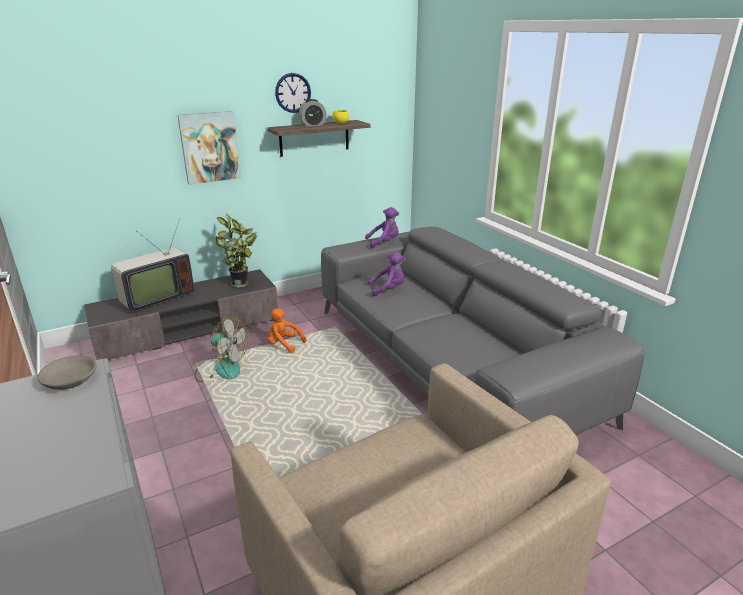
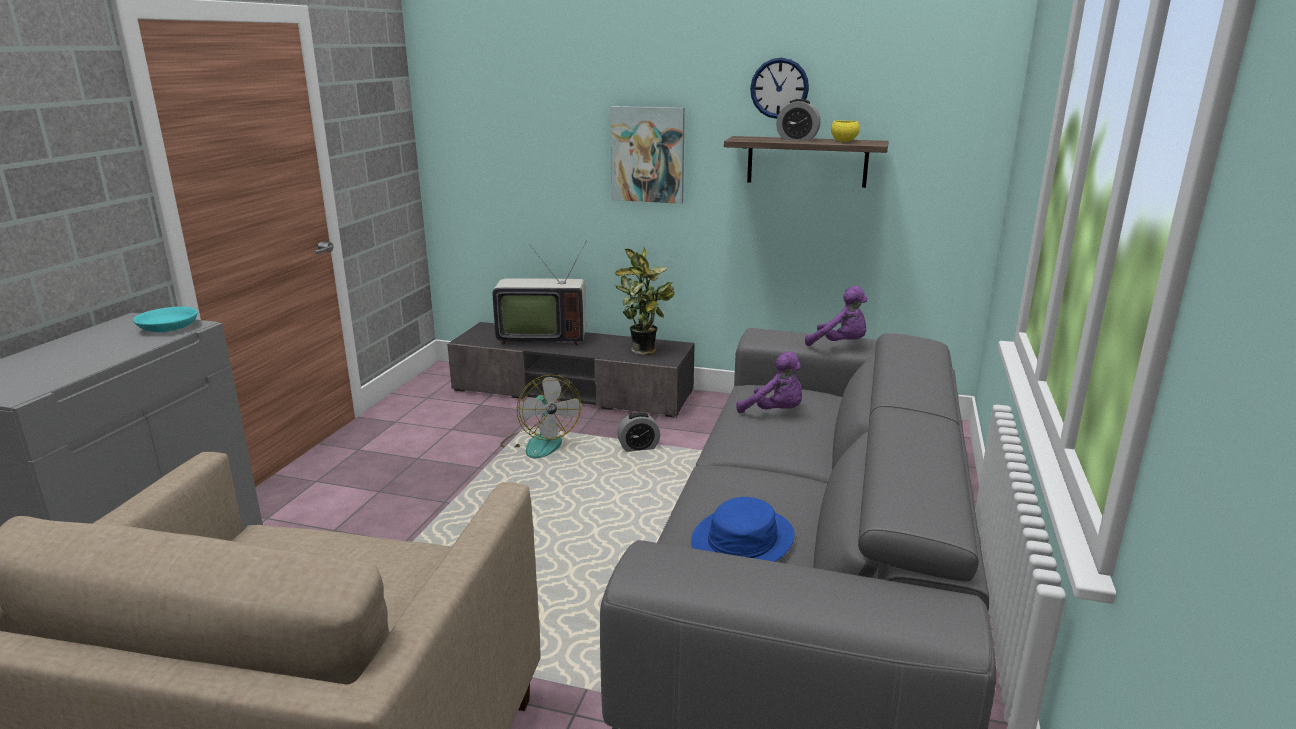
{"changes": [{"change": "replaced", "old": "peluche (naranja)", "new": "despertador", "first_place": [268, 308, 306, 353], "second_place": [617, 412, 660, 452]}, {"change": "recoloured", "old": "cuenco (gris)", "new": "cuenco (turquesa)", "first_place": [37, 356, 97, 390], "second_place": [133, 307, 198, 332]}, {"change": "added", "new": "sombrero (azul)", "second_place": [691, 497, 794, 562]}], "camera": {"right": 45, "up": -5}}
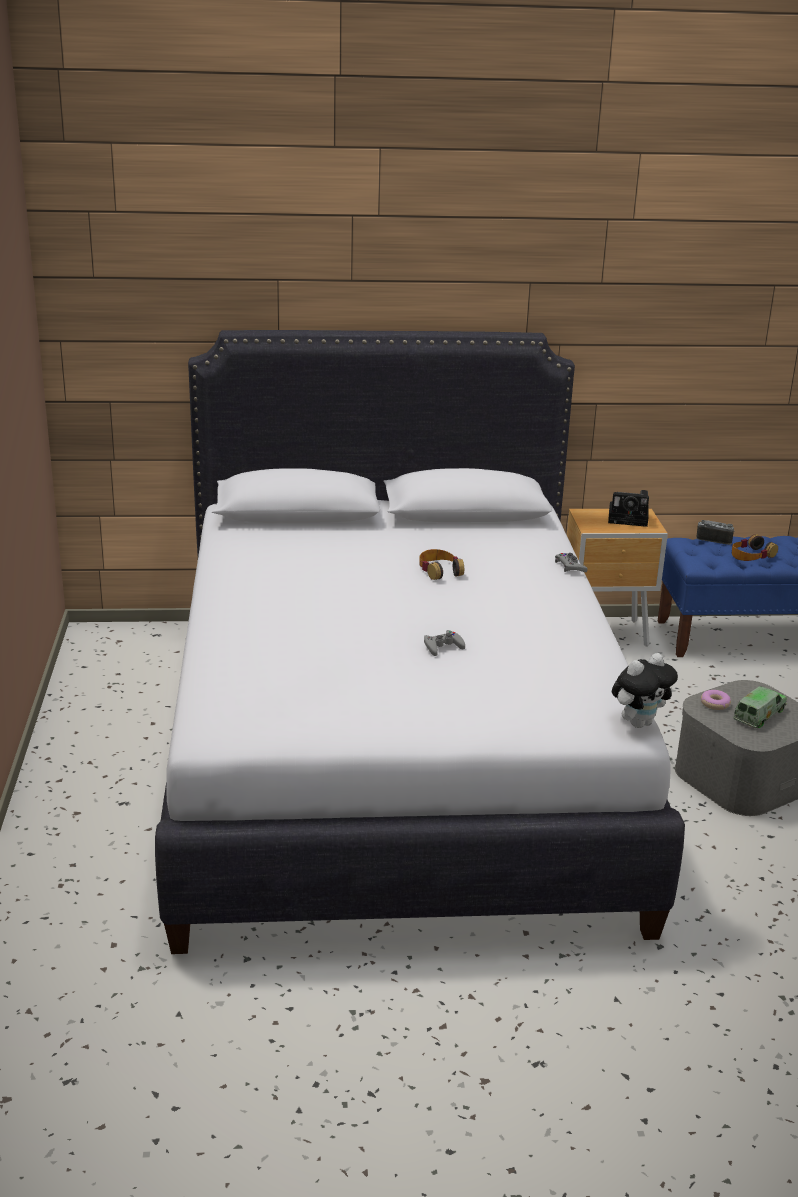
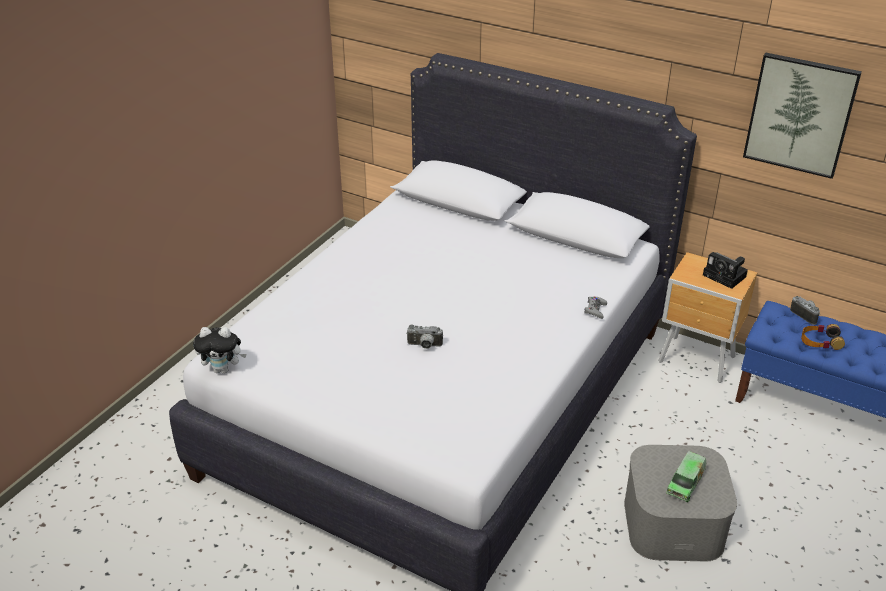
{"changes": [{"change": "removed", "old": "auriculares", "first_place": [419, 549, 464, 580]}, {"change": "replaced", "old": "mando de consola (gris)", "new": "cámara", "first_place": [424, 630, 465, 656], "second_place": [406, 325, 443, 349]}, {"change": "moved", "old": "peluche", "first_place": [612, 653, 678, 728], "second_place": [193, 327, 247, 374]}, {"change": "turned", "old": "camión de juguete", "first_place": [733, 686, 787, 728], "second_place": [666, 451, 706, 502], "degrees": 135}, {"change": "removed", "old": "rosquilla", "first_place": [701, 690, 731, 710]}, {"change": "added", "new": "cuadro", "second_place": [743, 53, 862, 179]}], "camera": {"right": 35, "up": 10}}
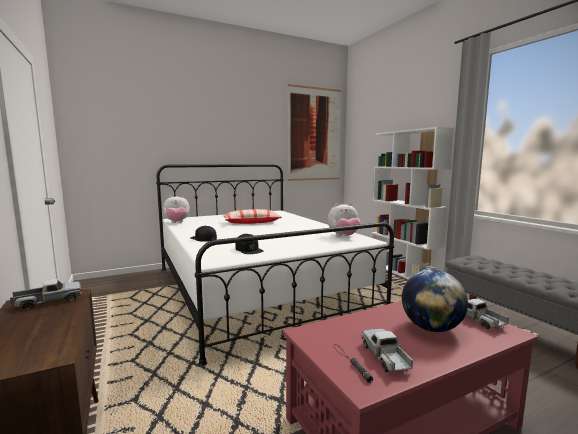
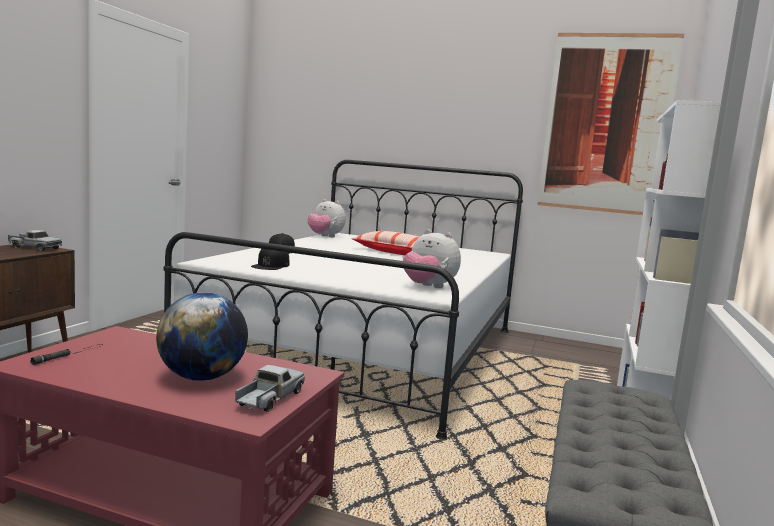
{"changes": [{"change": "removed", "old": "camión de juguete", "first_place": [361, 329, 413, 374]}], "camera": {"right": 45, "up": 0}}
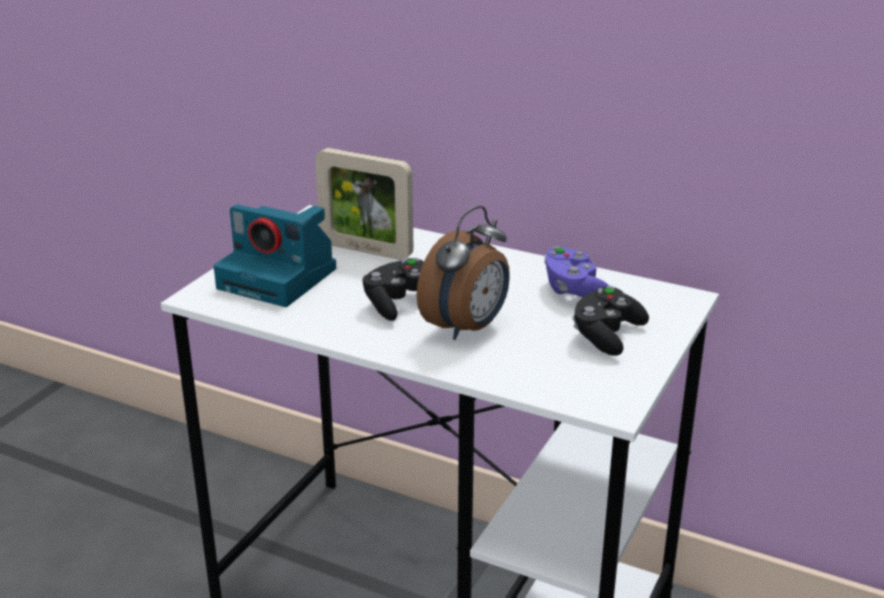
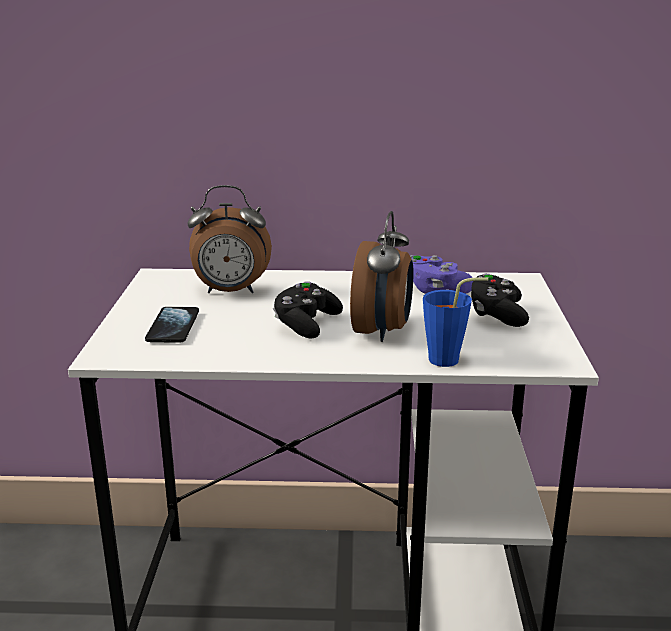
{"changes": [{"change": "replaced", "old": "portarretratos", "new": "despertador", "first_place": [315, 148, 413, 260], "second_place": [188, 185, 272, 293]}, {"change": "replaced", "old": "cámara", "new": "móvil", "first_place": [213, 204, 336, 307], "second_place": [145, 307, 199, 343]}, {"change": "added", "new": "taza (azul)", "second_place": [423, 277, 488, 367]}], "camera": {"right": -25, "up": -5}}
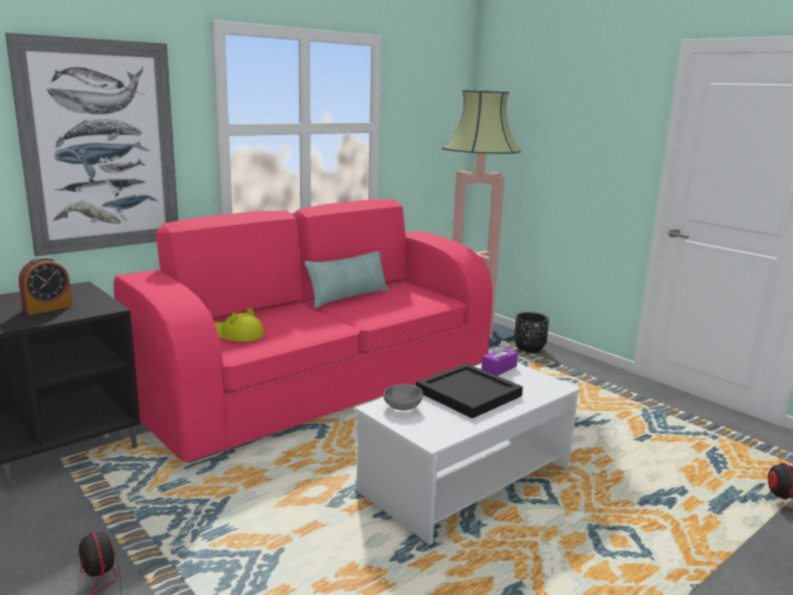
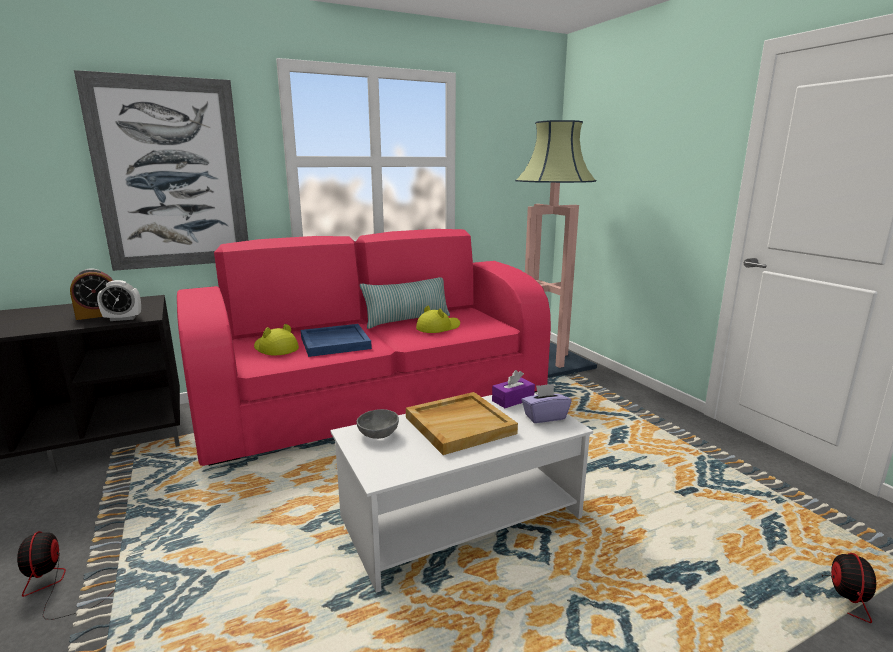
{"changes": [{"change": "removed", "old": "maceta (negro)", "first_place": [514, 312, 549, 353]}, {"change": "recoloured", "old": "bandeja (negro)", "new": "bandeja (beis)", "first_place": [416, 363, 523, 418], "second_place": [406, 392, 518, 455]}, {"change": "added", "new": "despertador", "second_place": [97, 280, 141, 321]}, {"change": "added", "new": "sombrero (amarillo)", "second_place": [416, 306, 460, 333]}, {"change": "added", "new": "bandeja (azul)", "second_place": [301, 324, 372, 357]}, {"change": "added", "new": "caja de pañuelos (morado)", "second_place": [522, 384, 572, 423]}], "camera": {"right": 15, "up": 0}}
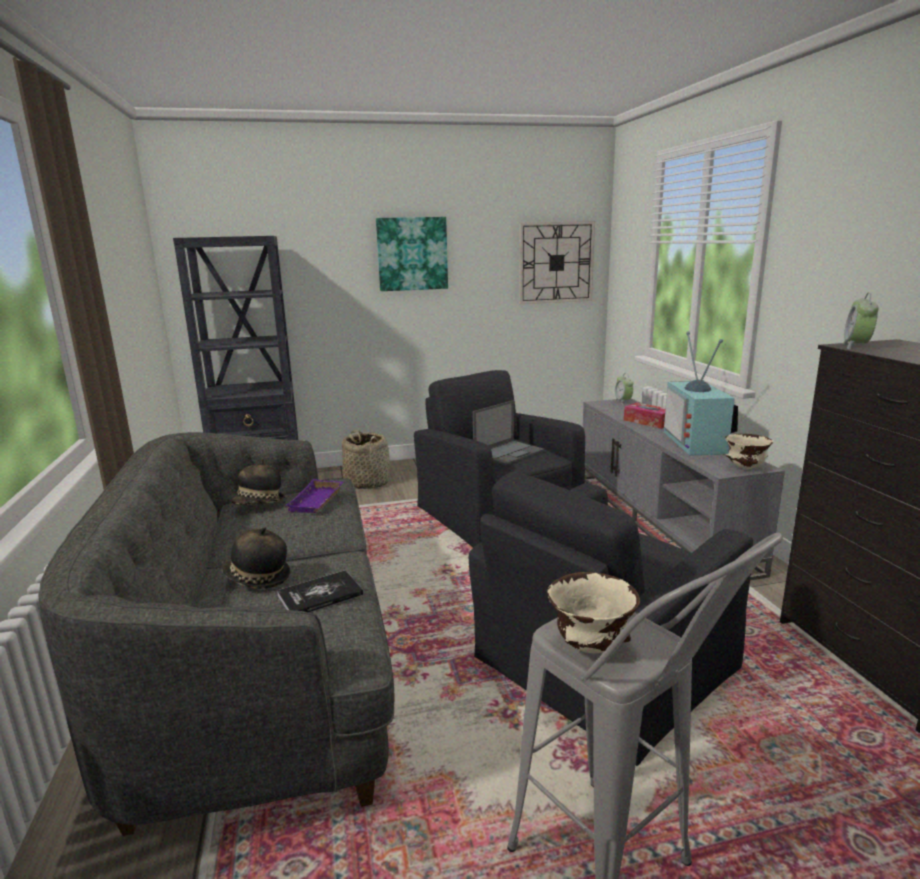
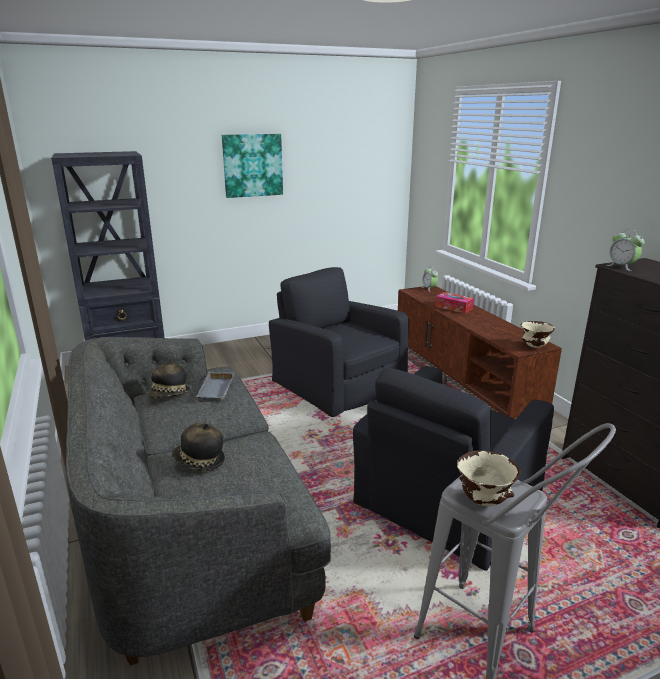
{"changes": [{"change": "removed", "old": "reloj de pared", "first_place": [519, 221, 595, 304]}, {"change": "turned", "old": "despertador", "first_place": [842, 293, 879, 349], "second_place": [607, 229, 645, 271], "degrees": -45}, {"change": "removed", "old": "televisor", "first_place": [664, 331, 738, 455]}, {"change": "recoloured", "old": "mueble de televisión (gris)", "new": "mueble de televisión (marrón)", "first_place": [583, 398, 785, 580], "second_place": [398, 286, 562, 419]}, {"change": "removed", "old": "portátil", "first_place": [473, 400, 545, 465]}, {"change": "removed", "old": "cesta", "first_place": [342, 430, 390, 489]}, {"change": "recoloured", "old": "bandeja (morado)", "new": "bandeja (gris)", "first_place": [286, 479, 344, 513], "second_place": [196, 371, 235, 402]}, {"change": "removed", "old": "libro", "first_place": [277, 570, 363, 612]}], "camera": {"right": -10, "up": 5}}
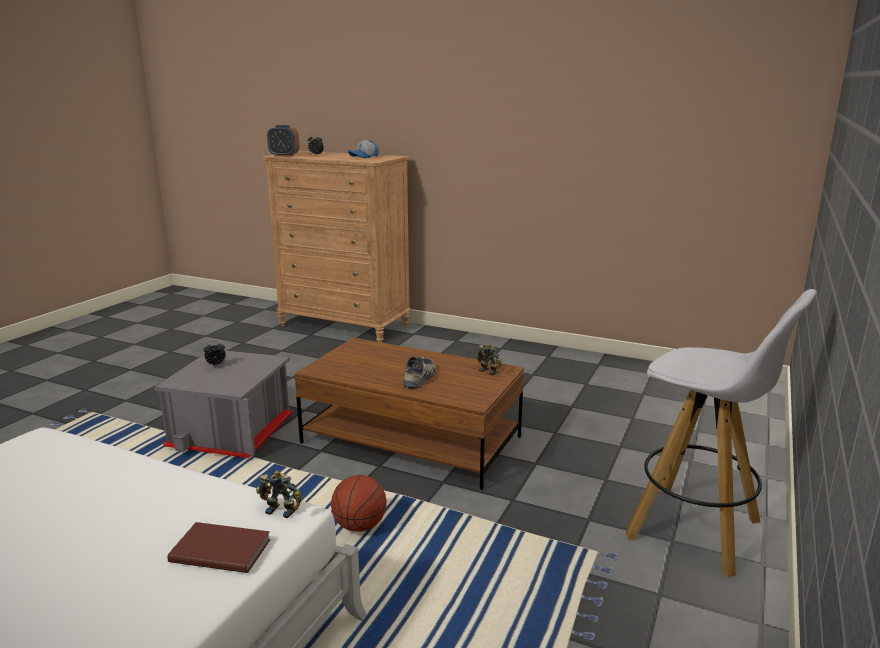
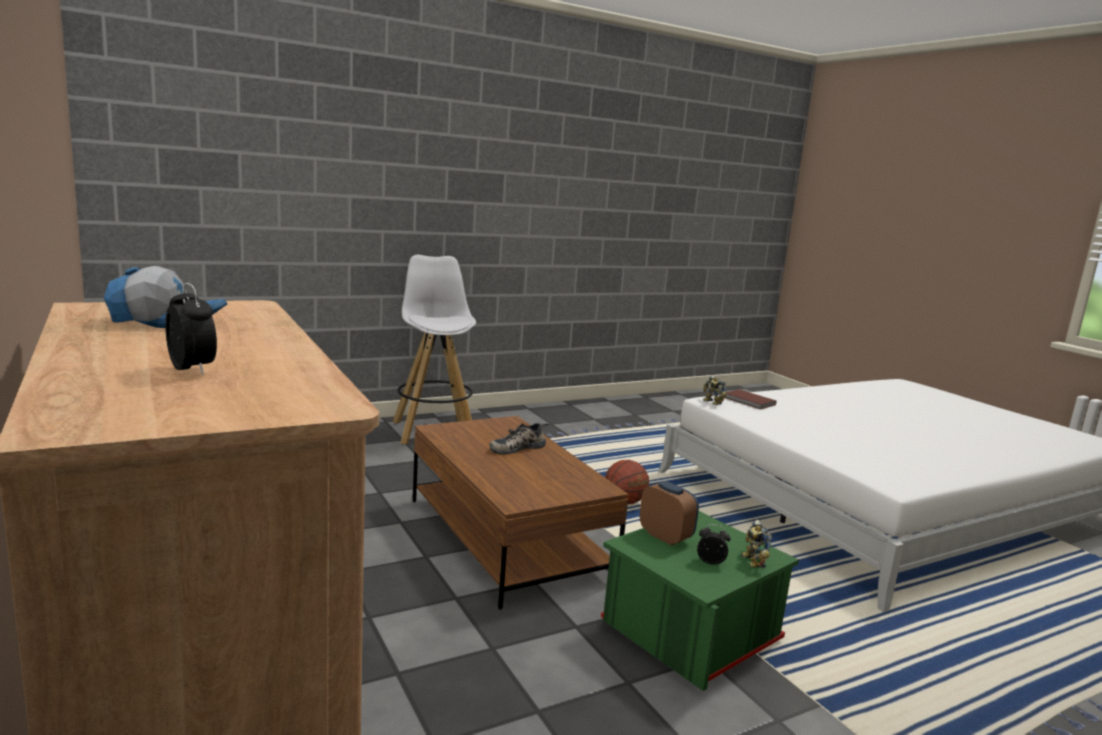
{"changes": [{"change": "moved", "old": "despertador", "first_place": [267, 125, 299, 157], "second_place": [640, 481, 699, 545]}, {"change": "moved", "old": "robot de juguete", "first_place": [476, 344, 502, 375], "second_place": [741, 520, 772, 568]}, {"change": "recoloured", "old": "caja de almacenaje (gris)", "new": "caja de almacenaje (verde)", "first_place": [154, 350, 293, 458], "second_place": [601, 511, 799, 691]}], "camera": {"right": -145, "up": -5}}
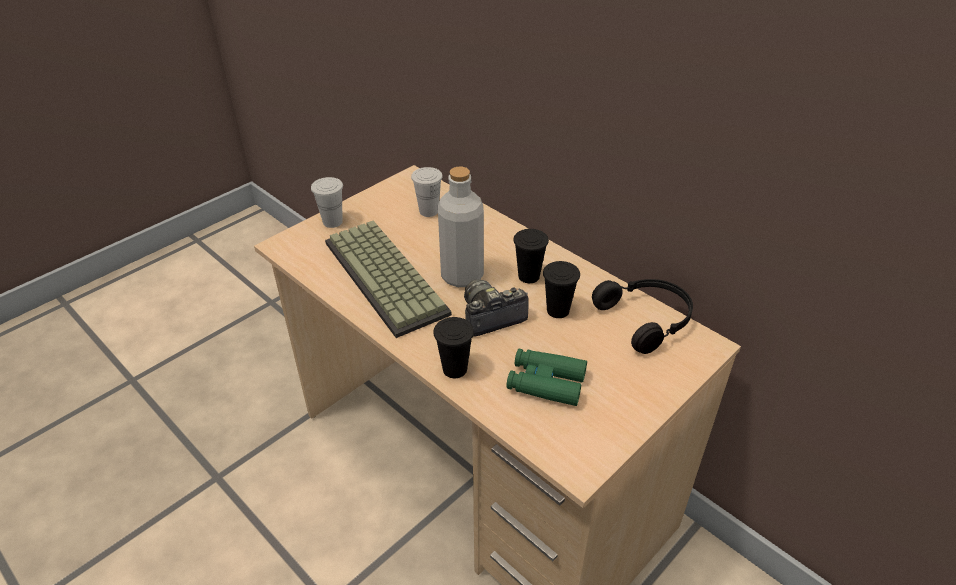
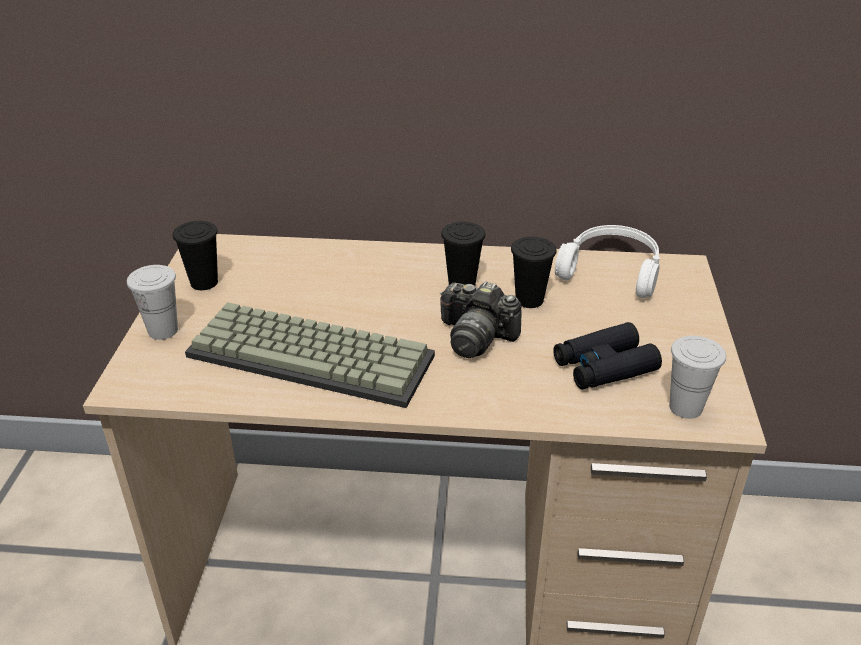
{"changes": [{"change": "moved", "old": "taza (blanco)", "first_place": [411, 167, 443, 217], "second_place": [669, 336, 726, 419]}, {"change": "removed", "old": "botella (gris)", "first_place": [438, 167, 484, 287]}, {"change": "turned", "old": "cámara", "first_place": [464, 279, 529, 336], "second_place": [440, 281, 522, 358], "degrees": -90}, {"change": "recoloured", "old": "auriculares (negro)", "new": "auriculares (blanco)", "first_place": [592, 279, 693, 354], "second_place": [555, 225, 660, 298]}, {"change": "moved", "old": "taza (negro)", "first_place": [433, 317, 474, 378], "second_place": [173, 221, 218, 290]}, {"change": "recoloured", "old": "prismáticos (verde)", "new": "prismáticos (negro)", "first_place": [507, 349, 587, 406], "second_place": [553, 322, 662, 390]}], "camera": {"right": -40, "up": -5}}
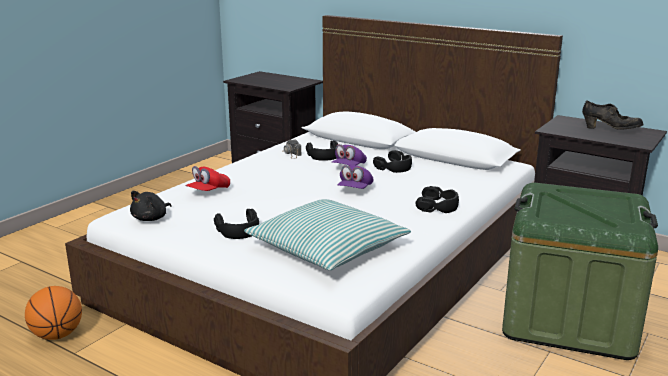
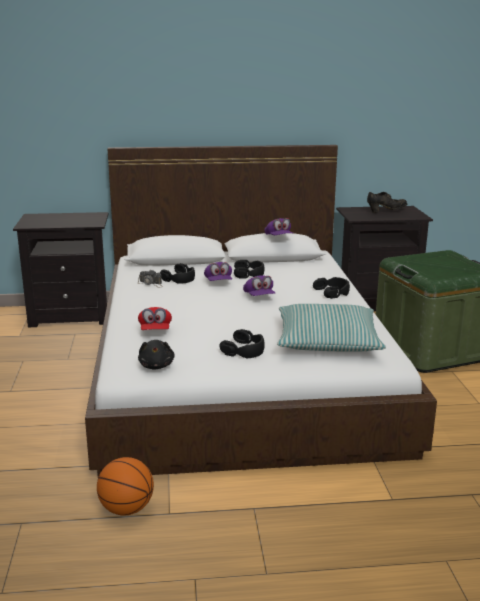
{"changes": [{"change": "added", "new": "gorra (morado)", "second_place": [264, 218, 293, 235]}], "camera": {"right": -40, "up": 0}}
